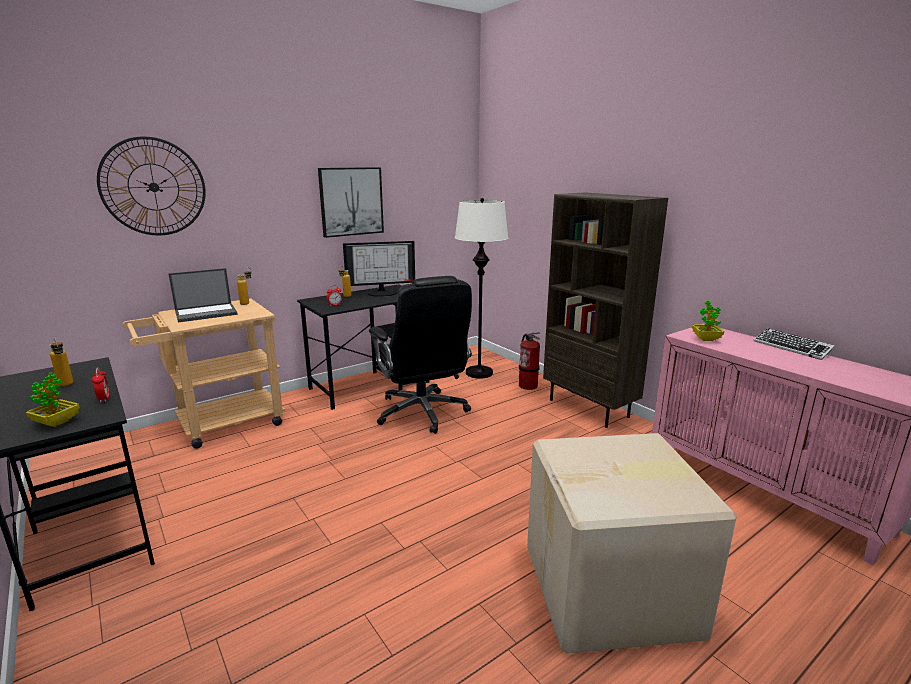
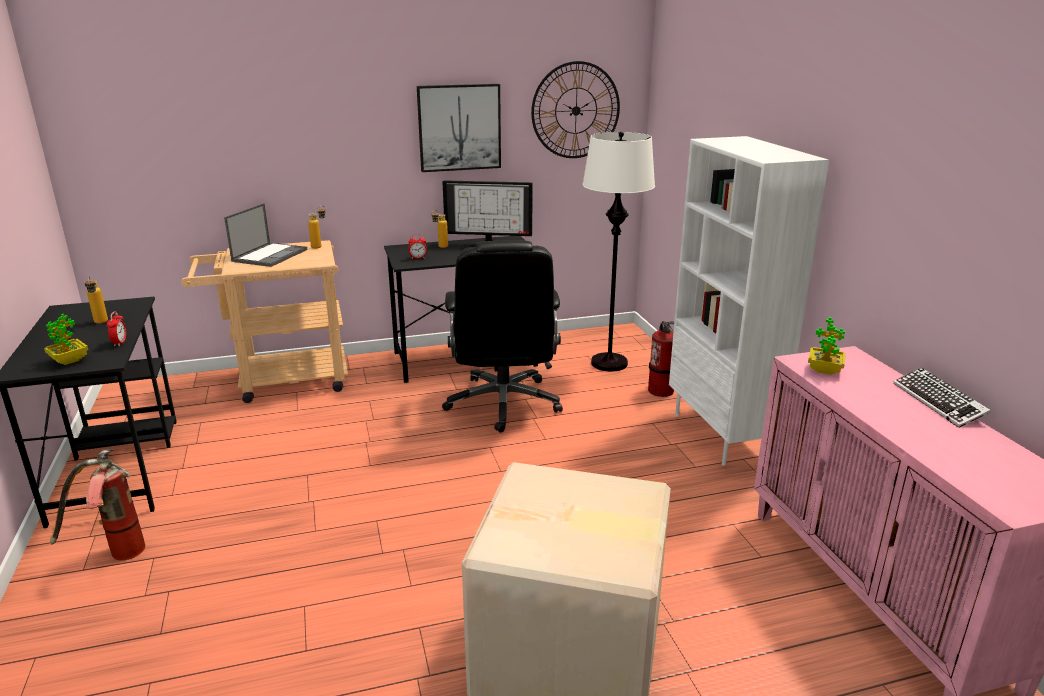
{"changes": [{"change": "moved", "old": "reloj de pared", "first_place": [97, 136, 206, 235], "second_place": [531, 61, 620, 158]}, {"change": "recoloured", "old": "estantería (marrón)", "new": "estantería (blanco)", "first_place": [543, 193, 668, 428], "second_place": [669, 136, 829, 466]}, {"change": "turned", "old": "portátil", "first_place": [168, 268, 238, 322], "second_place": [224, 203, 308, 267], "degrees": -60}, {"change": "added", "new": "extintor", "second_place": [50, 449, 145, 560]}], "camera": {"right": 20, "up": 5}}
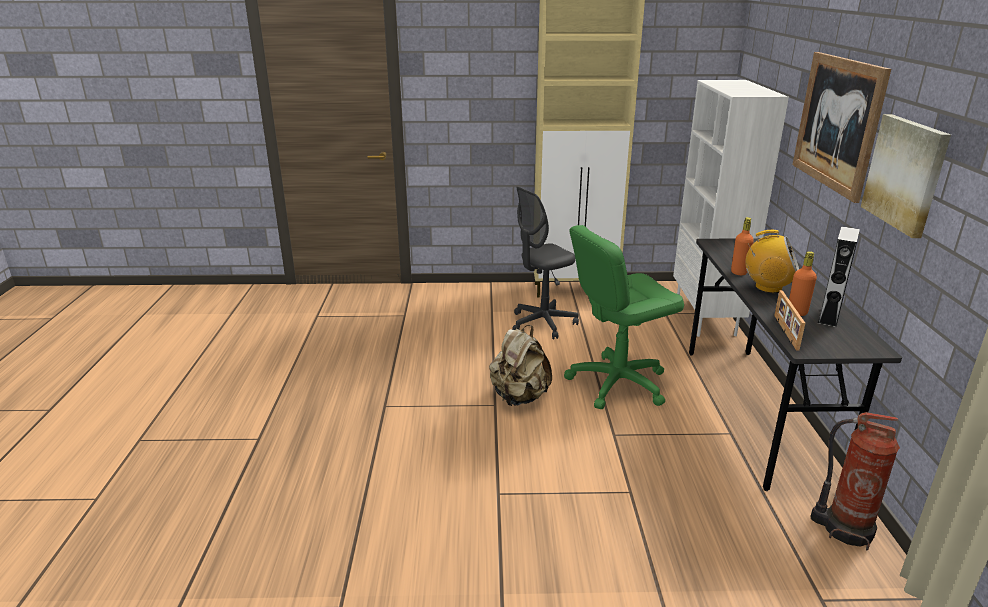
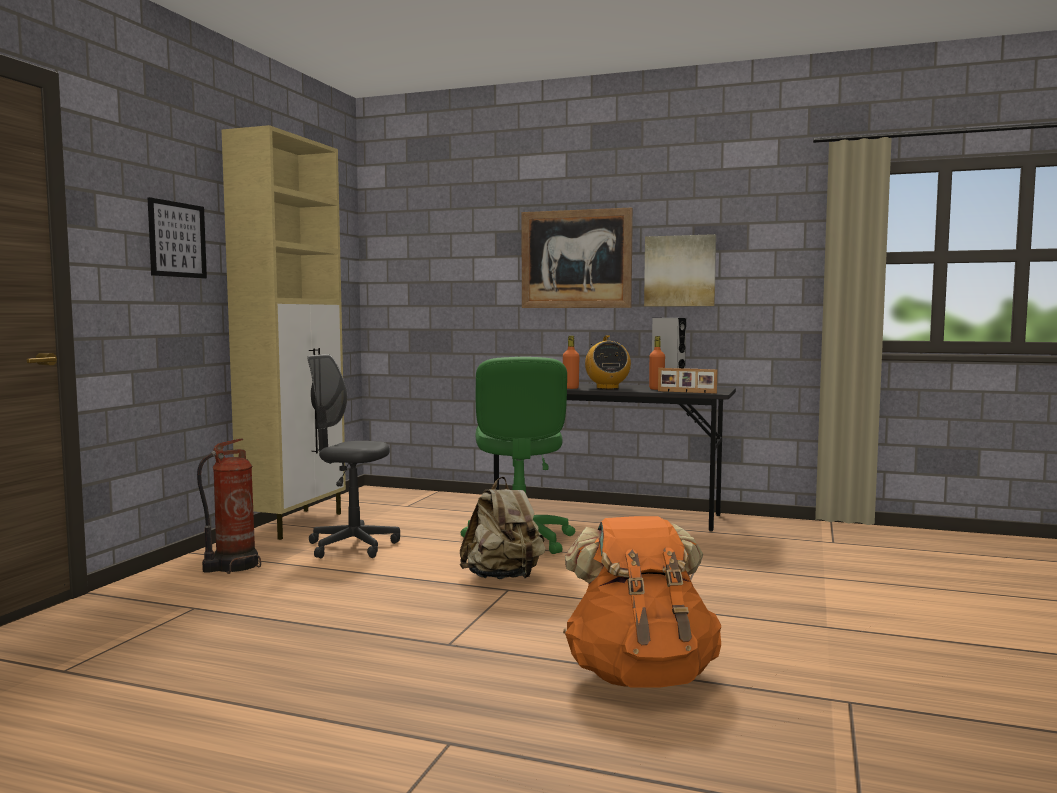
{"changes": [{"change": "removed", "old": "estantería (blanco)", "first_place": [673, 80, 789, 337]}, {"change": "turned", "old": "silla de oficina (gris)", "first_place": [512, 187, 579, 339], "second_place": [307, 354, 400, 558], "degrees": 120}, {"change": "turned", "old": "radio", "first_place": [745, 230, 799, 293], "second_place": [585, 336, 631, 389], "degrees": 135}, {"change": "moved", "old": "extintor", "first_place": [810, 412, 900, 551], "second_place": [197, 438, 261, 574]}, {"change": "added", "new": "cuadro", "second_place": [148, 197, 207, 278]}, {"change": "added", "new": "mochila (naranja)", "second_place": [563, 516, 721, 688]}], "camera": {"right": -70, "up": -20}}
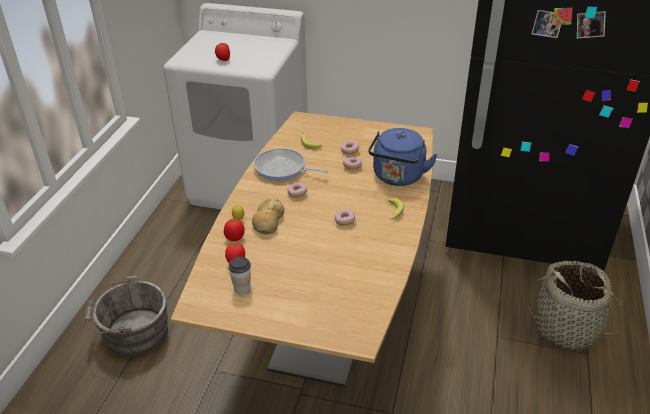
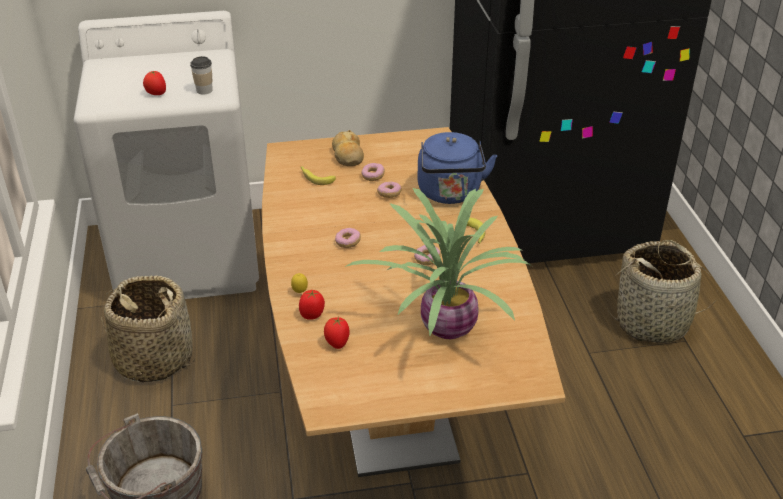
{"changes": [{"change": "removed", "old": "sartén", "first_place": [254, 148, 328, 181]}, {"change": "moved", "old": "pan", "first_place": [252, 199, 284, 234], "second_place": [332, 130, 364, 166]}, {"change": "moved", "old": "taza", "first_place": [229, 257, 251, 294], "second_place": [190, 56, 213, 94]}, {"change": "added", "new": "planta en maceta", "second_place": [345, 188, 532, 339]}, {"change": "added", "new": "cesta", "second_place": [101, 275, 195, 383]}], "camera": {"right": -25, "up": 0}}
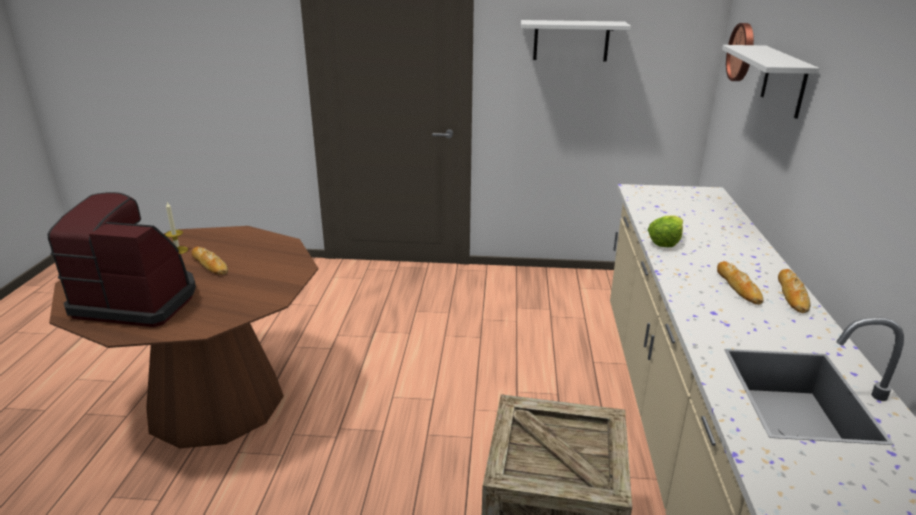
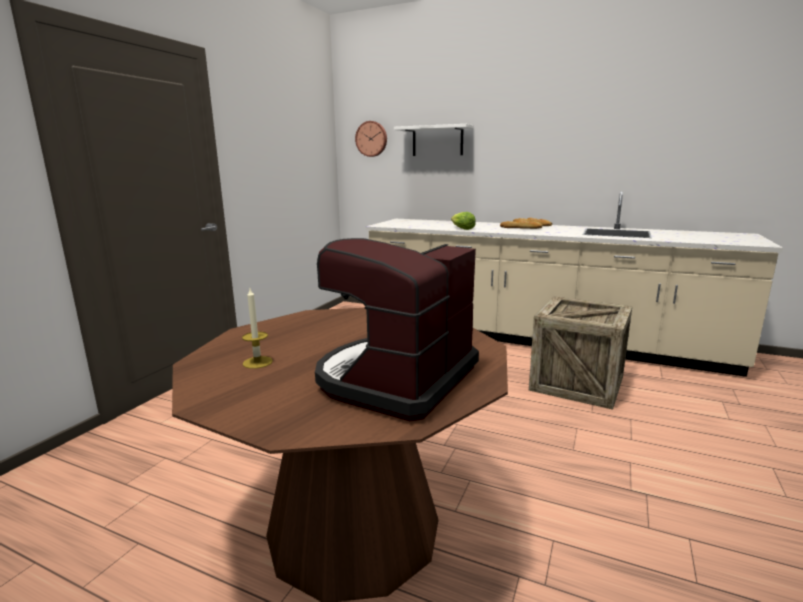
{"changes": [{"change": "removed", "old": "estante (blanco)", "first_place": [521, 20, 631, 62]}, {"change": "removed", "old": "pan", "first_place": [191, 247, 228, 275]}], "camera": {"right": -70, "up": -10}}
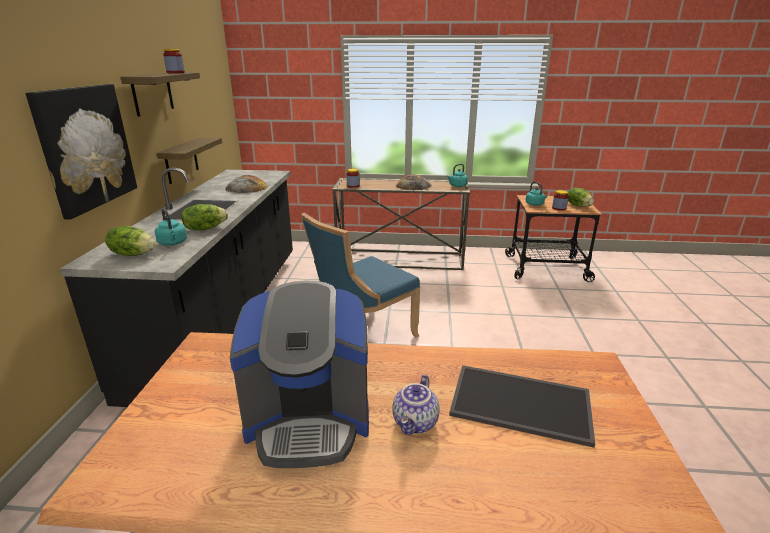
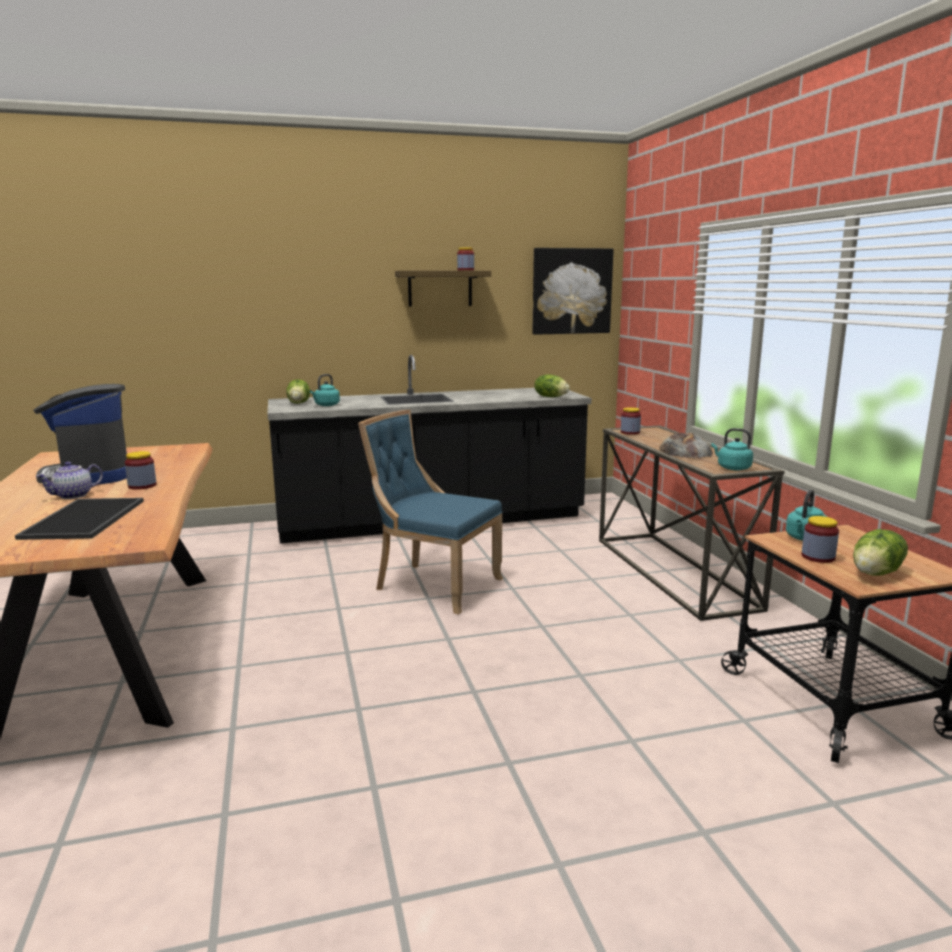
{"changes": [{"change": "moved", "old": "cuadro", "first_place": [25, 84, 137, 219], "second_place": [532, 248, 614, 335]}, {"change": "removed", "old": "estante", "first_place": [156, 137, 222, 184]}, {"change": "removed", "old": "pan", "first_place": [225, 175, 268, 193]}, {"change": "moved", "old": "lechuga", "first_place": [181, 204, 228, 231], "second_place": [534, 374, 570, 397]}, {"change": "turned", "old": "tetera", "first_place": [392, 374, 440, 435], "second_place": [35, 462, 103, 499], "degrees": -45}, {"change": "added", "new": "tarro", "second_place": [125, 451, 156, 490]}], "camera": {"right": 70, "up": -10}}
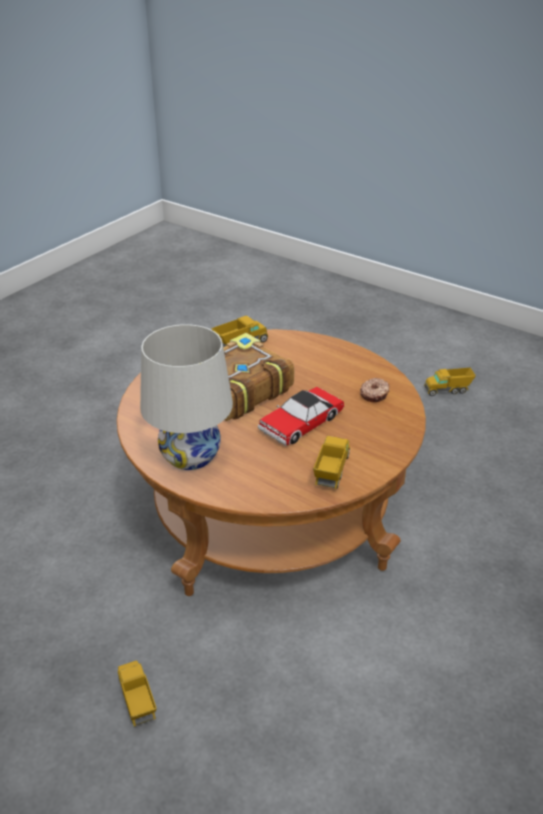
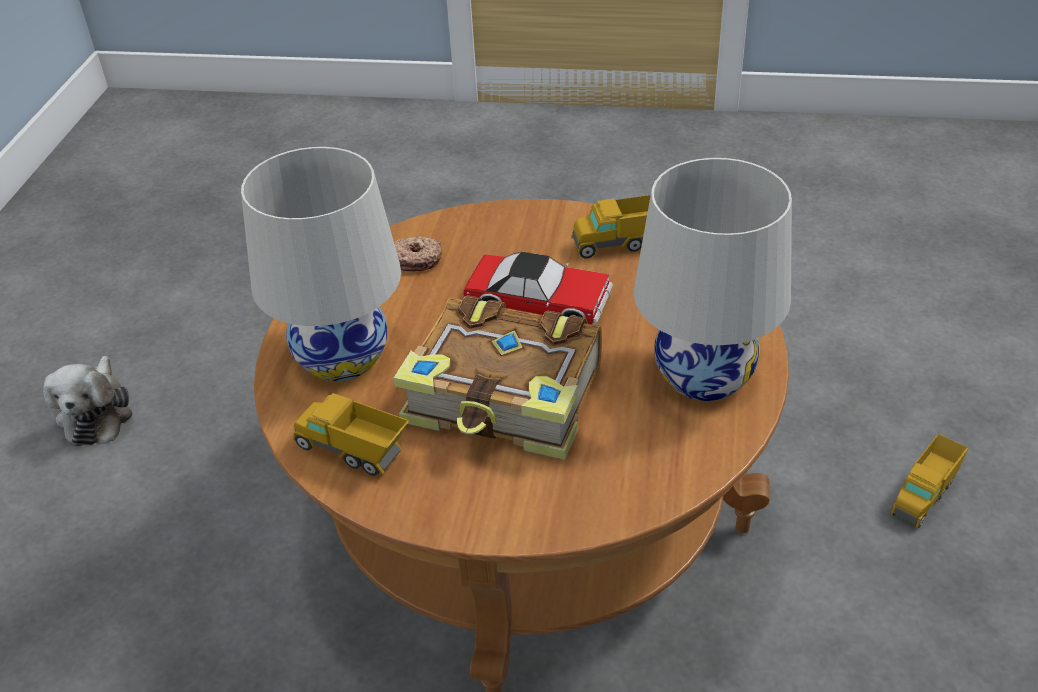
{"changes": [{"change": "replaced", "old": "camión de juguete", "new": "peluche", "first_place": [424, 368, 476, 396], "second_place": [43, 356, 133, 446]}, {"change": "added", "new": "lámpara de mesa (blanco)", "second_place": [241, 147, 401, 381]}], "camera": {"right": -115, "up": 5}}
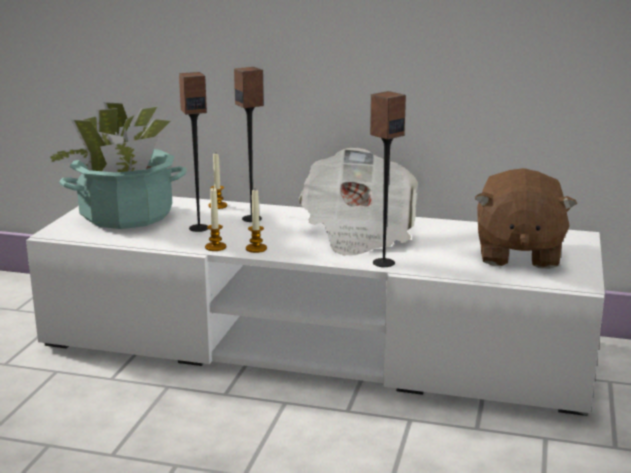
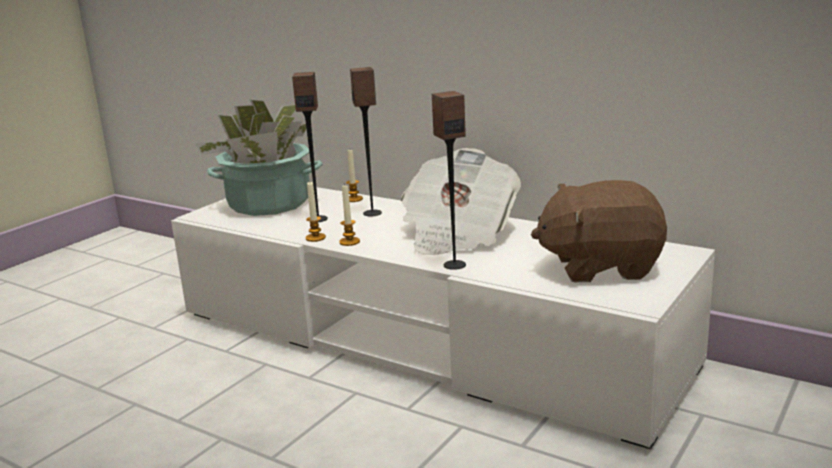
{"changes": [{"change": "turned", "old": "peluche (marrón)", "first_place": [475, 168, 577, 269], "second_place": [531, 180, 667, 282], "degrees": 60}], "camera": {"right": 20, "up": 0}}
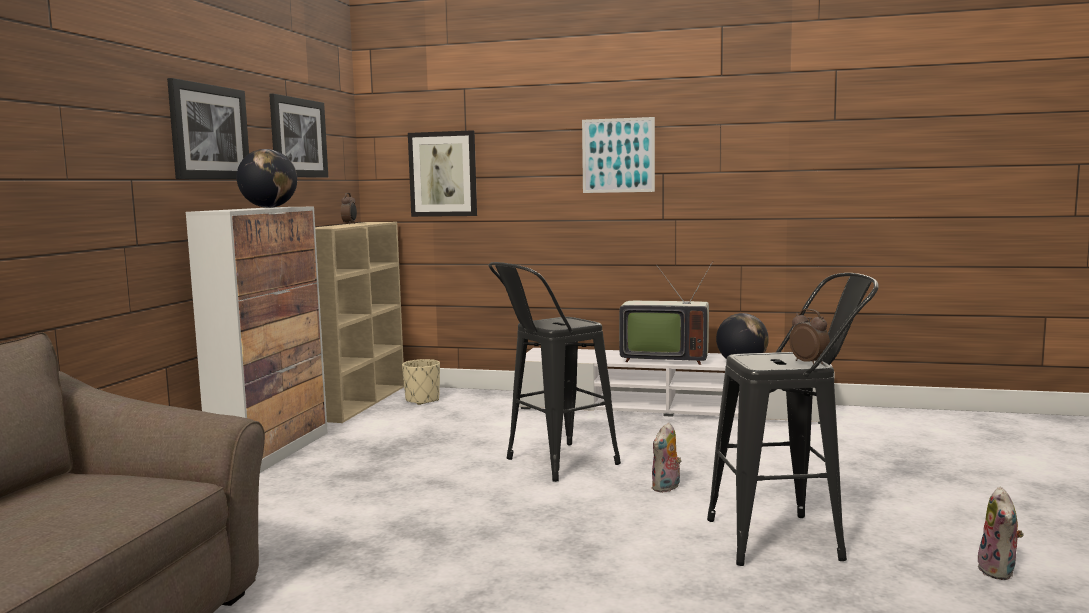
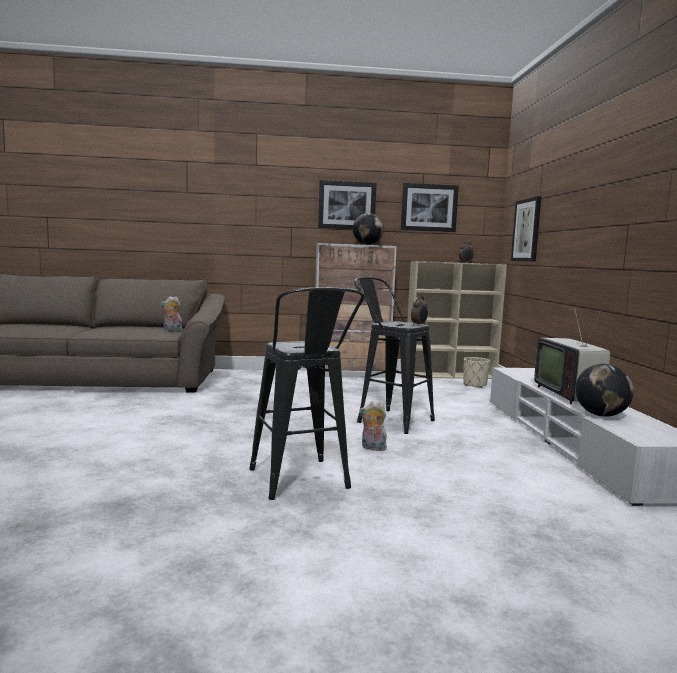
{"changes": [{"change": "removed", "old": "cuadro", "first_place": [582, 117, 655, 193]}, {"change": "moved", "old": "despertador", "first_place": [789, 309, 830, 364], "second_place": [411, 296, 428, 326]}, {"change": "moved", "old": "peluche", "first_place": [978, 487, 1024, 580], "second_place": [160, 296, 182, 331]}], "camera": {"right": 70, "up": 0}}
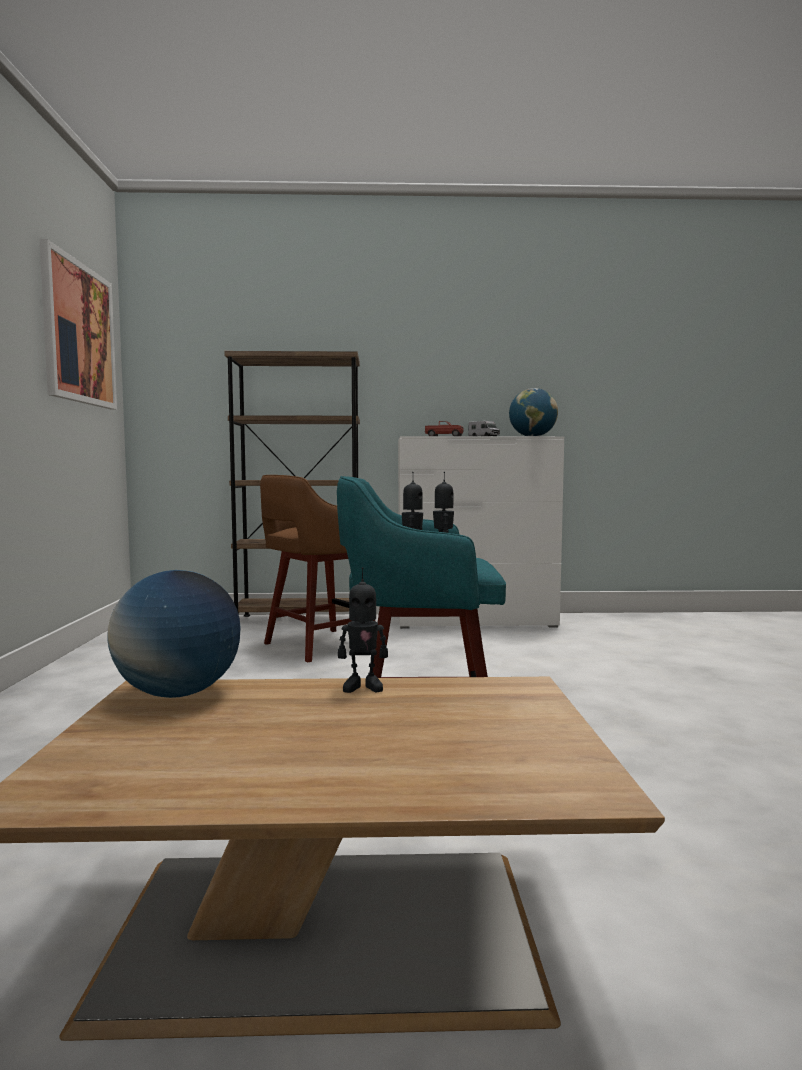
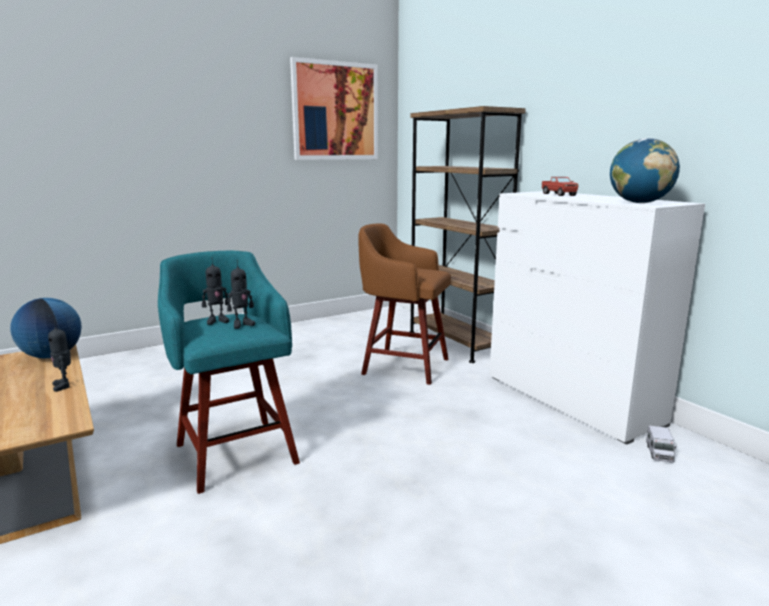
{"changes": [{"change": "moved", "old": "camión de juguete", "first_place": [468, 421, 500, 436], "second_place": [646, 426, 676, 463]}], "camera": {"right": 60, "up": 10}}
